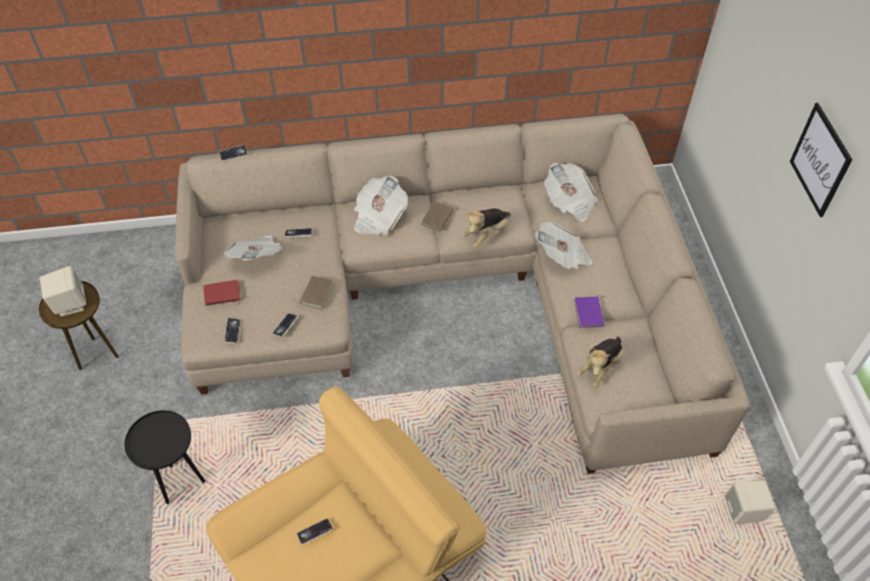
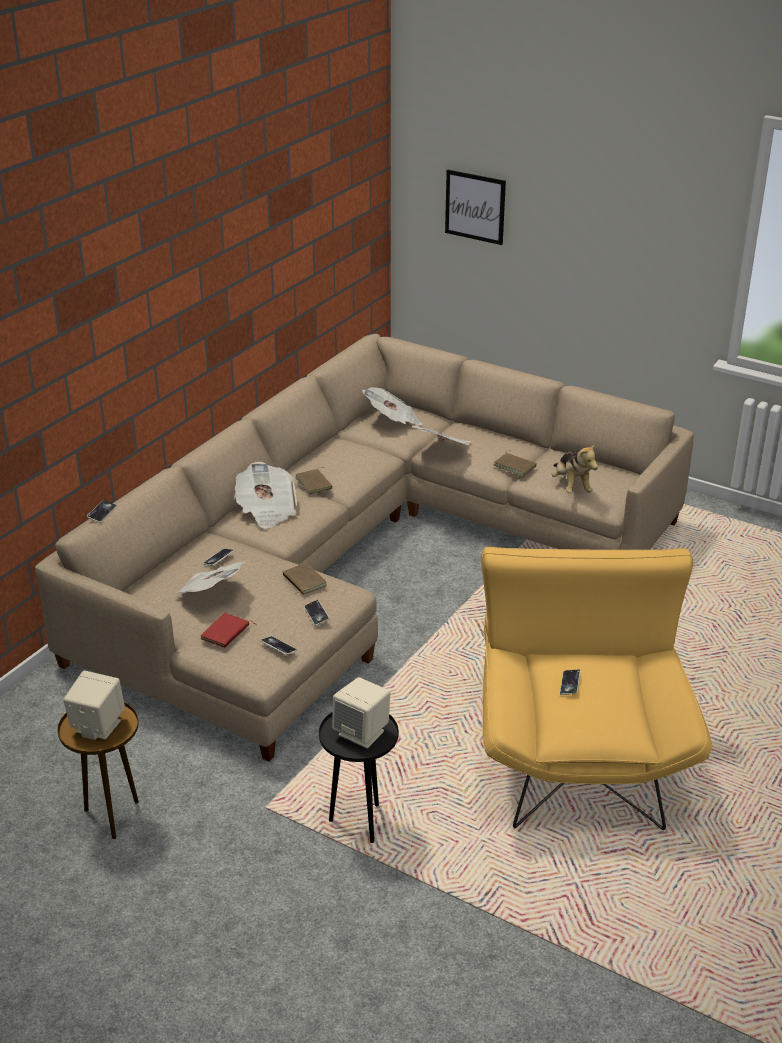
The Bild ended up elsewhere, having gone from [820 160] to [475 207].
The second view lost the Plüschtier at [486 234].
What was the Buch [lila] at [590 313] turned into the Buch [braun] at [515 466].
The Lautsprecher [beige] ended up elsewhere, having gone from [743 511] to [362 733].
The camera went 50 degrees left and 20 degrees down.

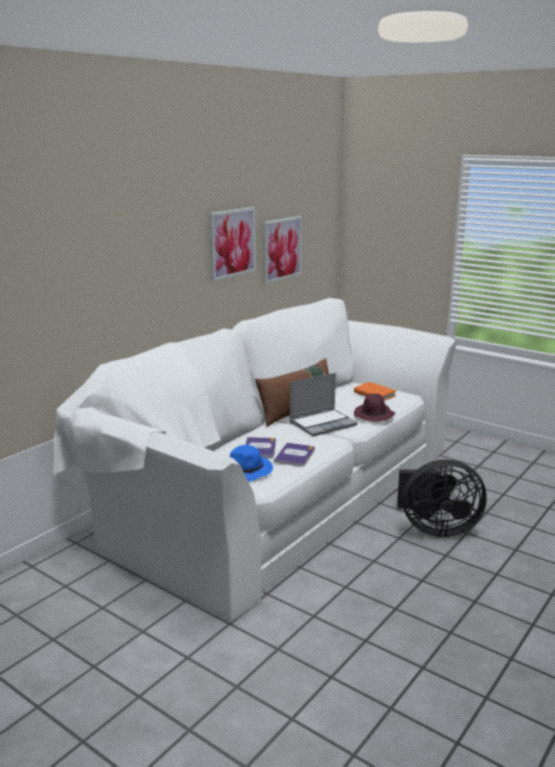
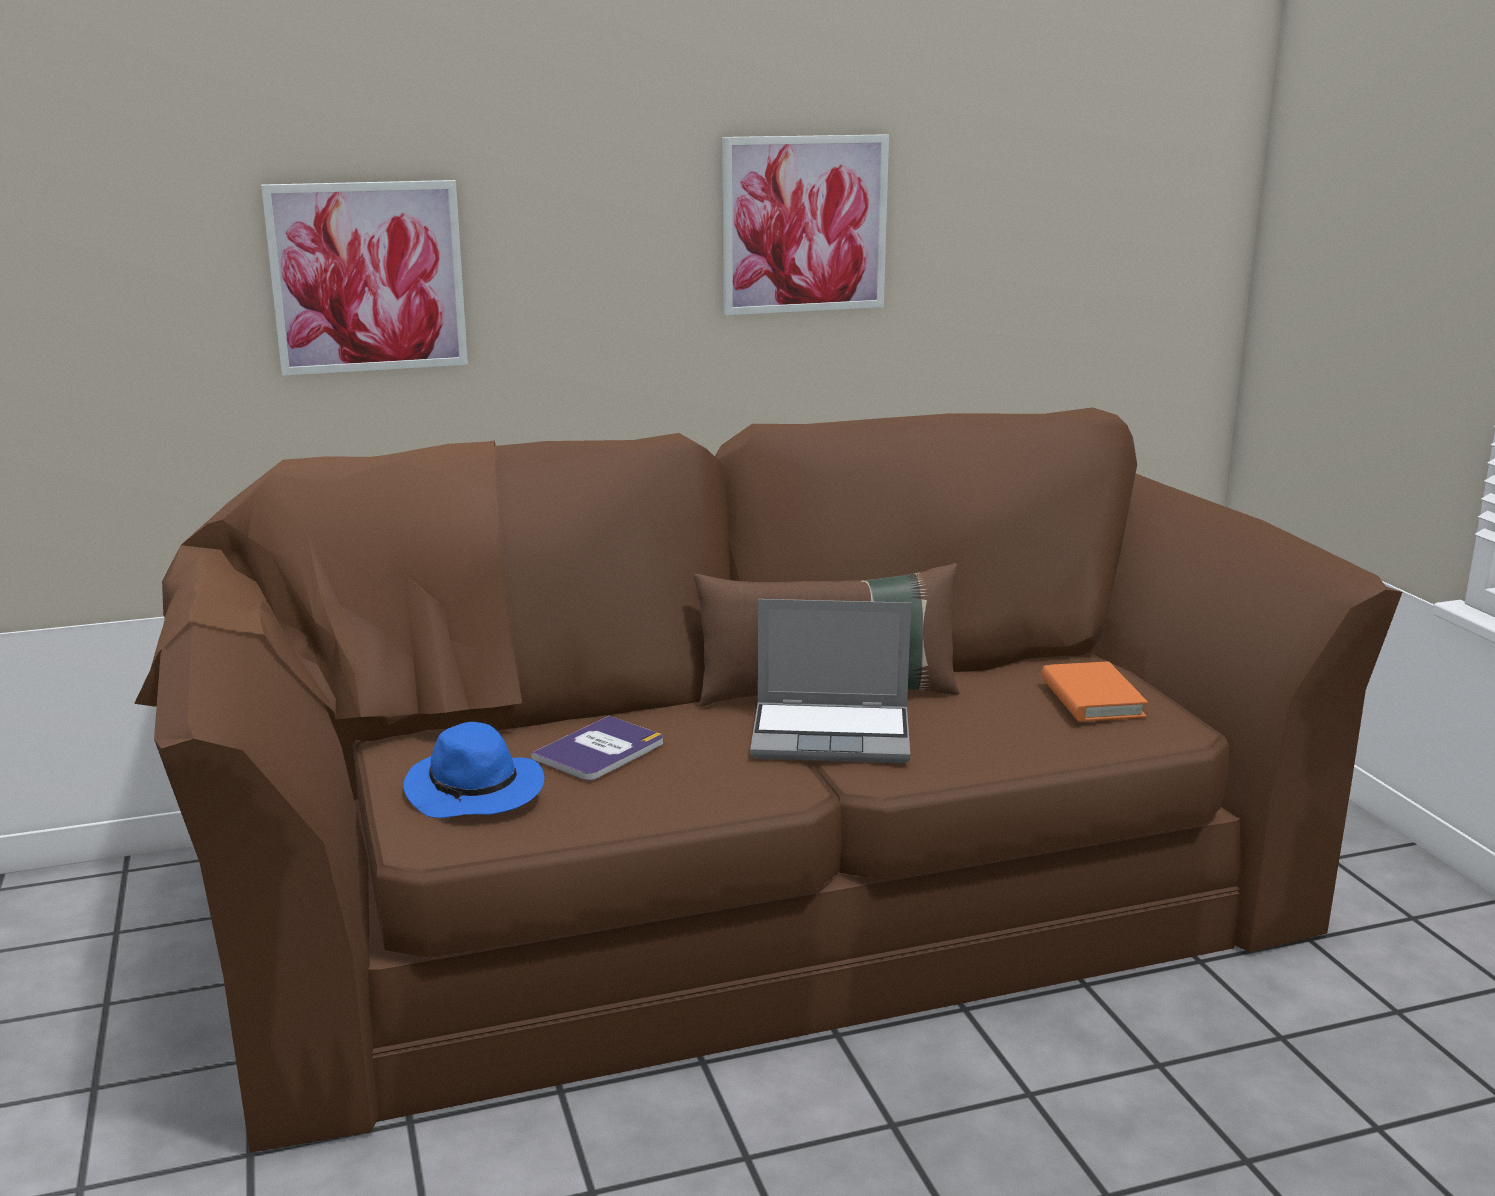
The Bild ended up elsewhere, having gone from [282 249] to [367 277].
What was the Sofa [weiß] at [280 493] turned into the Sofa [braun] at [754 894].
The second view lost the Hut [lila] at [374 415].
The second view lost the Buch at [295 455].
The second view lost the Ventilator [schwarz] at [435 528].
The camera went 35 degrees right and 0 degrees up.

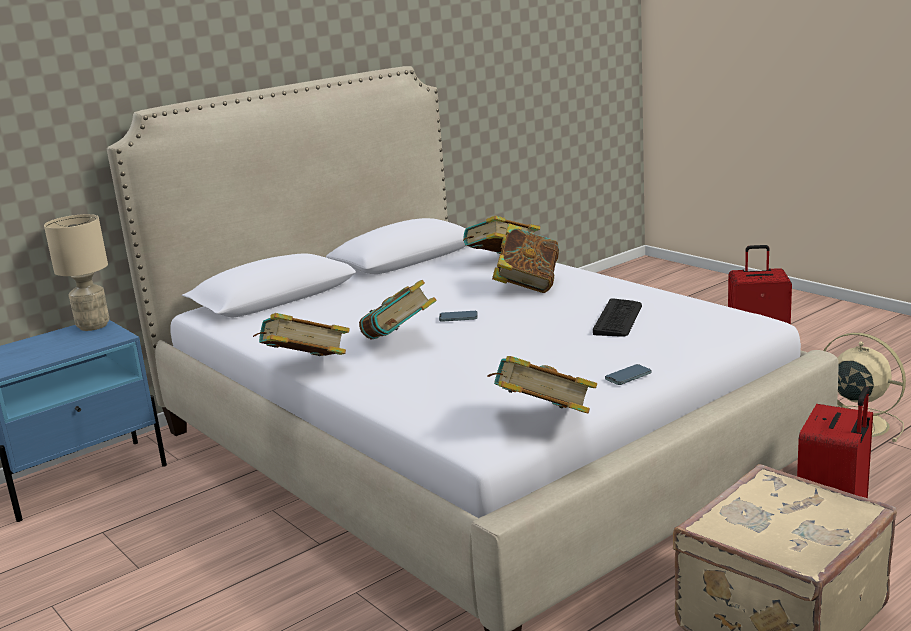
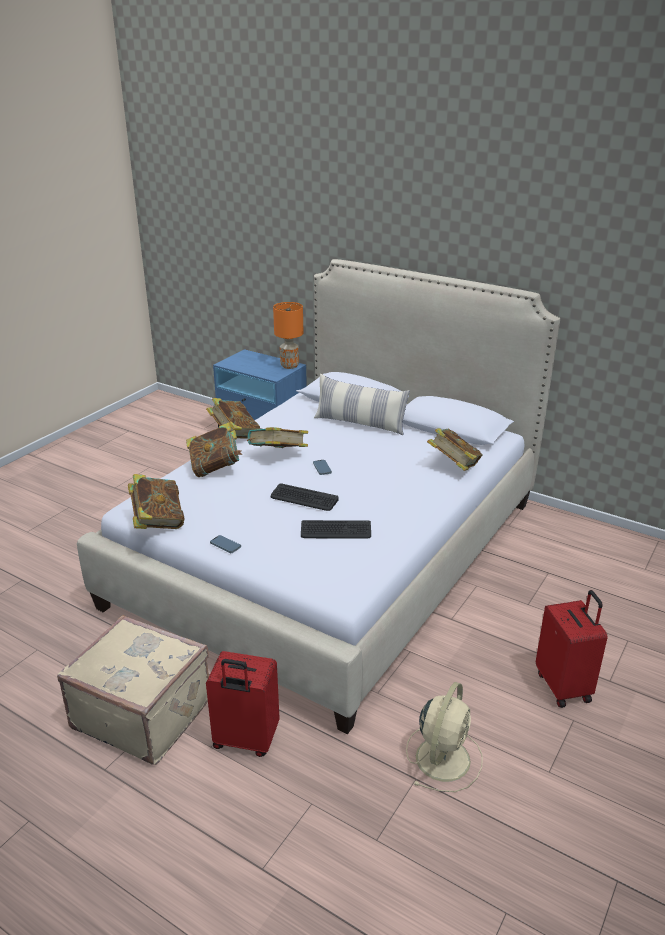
What was the Tischlampe [beige] at [93 326] turned into the Tischlampe [orange] at [289 366].
The Buch ended up elsewhere, having gone from [527 286] to [215 468].
The second view gained the Kissen at [360 424].
The second view gained the Tastatur at [304 498].
The camera went 70 degrees right and 10 degrees up.

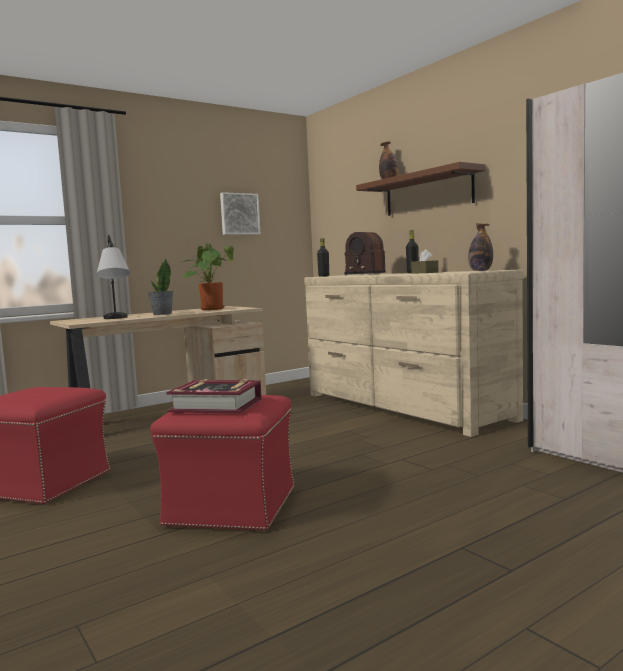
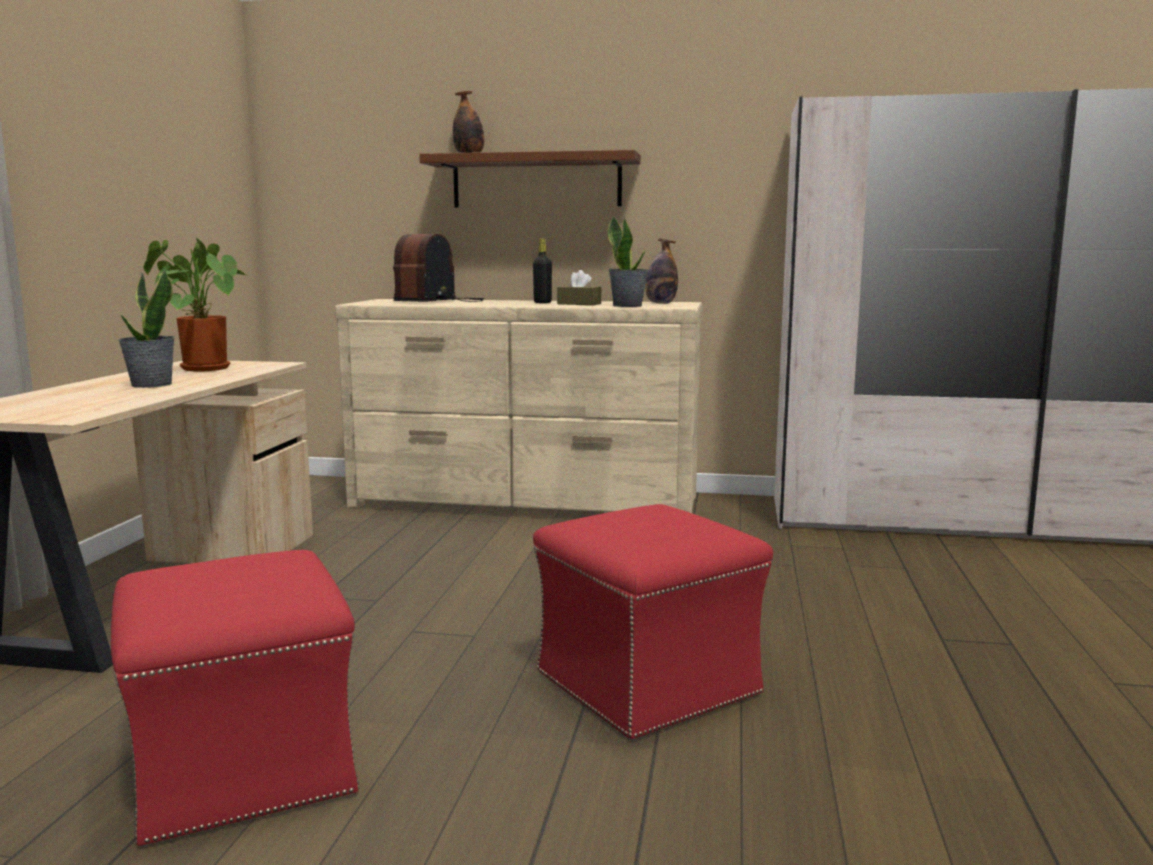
The second view lost the Bild at [239 214].
The Radio at [365 274] ended up facing another way, 120 degrees clockwise from before.
The second view lost the Tischlampe at [116 319].
The second view lost the Flasche [schwarz] at [324 276].
The second view lost the Buch at [216 405].
The second view gained the Topfpflanze at [628 306].
The camera went 45 degrees left and 5 degrees up.

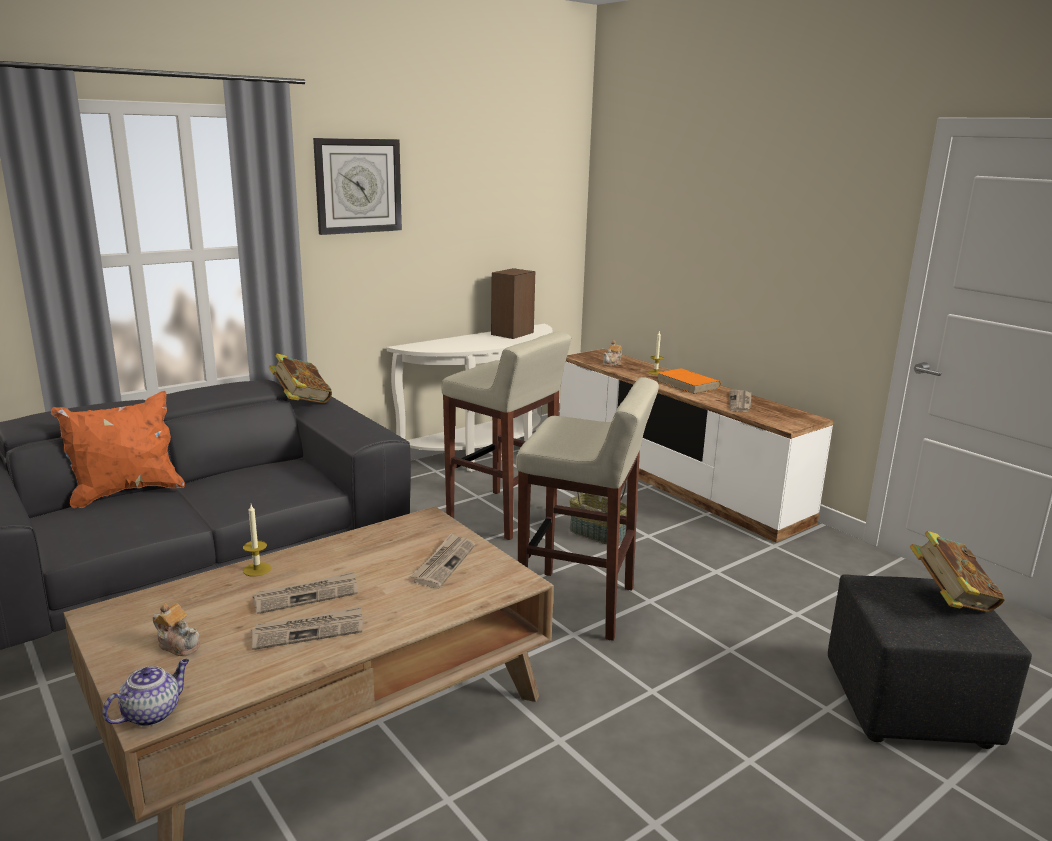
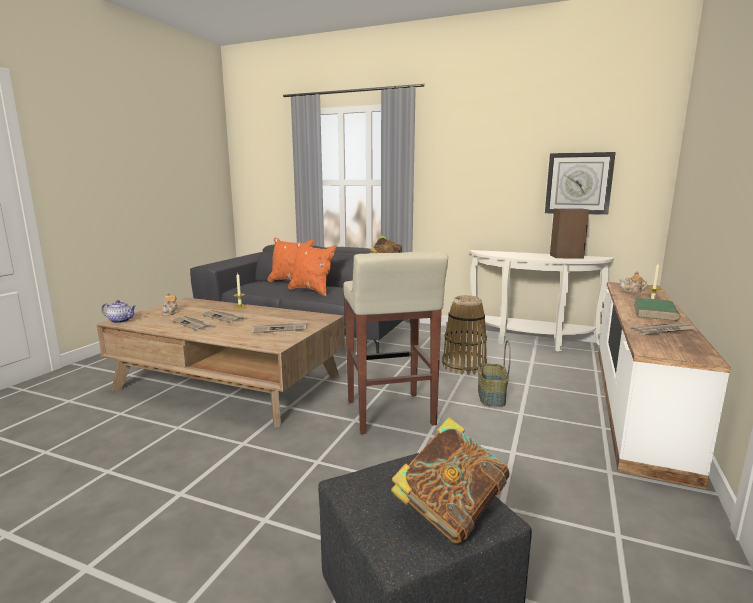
The Wanduhr ended up elsewhere, having gone from [358 186] to [578 183].
Where the Hocker [beige] stood at [503 515], the Korb came to stand at [463 366].
What was the Buch [orange] at [688 384] turned into the Buch [grün] at [655 312].
The second view gained the Kissen [orange] at [312 291].
The camera went 60 degrees right and 5 degrees down.

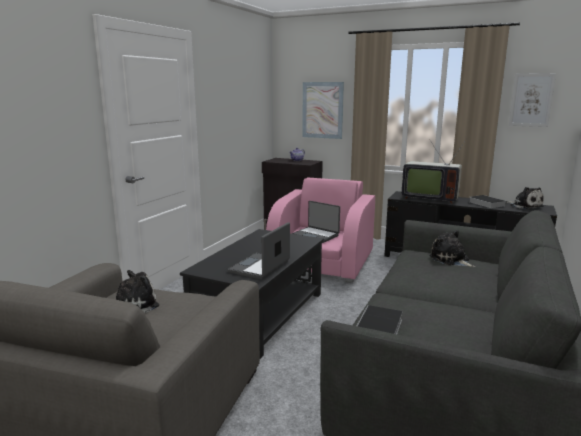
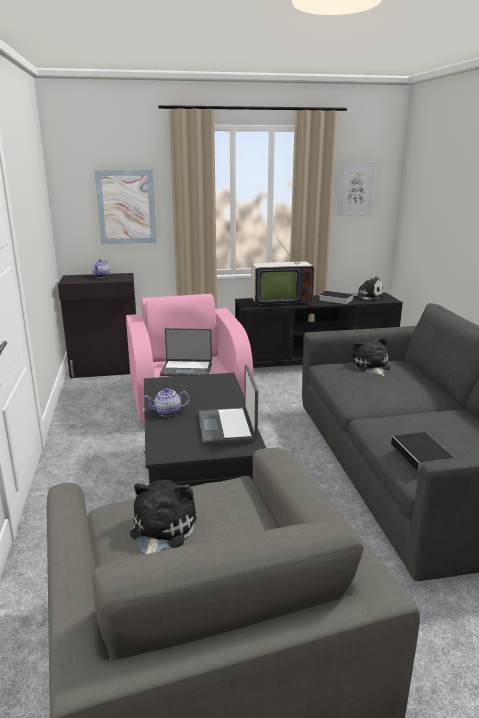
The Plüschtier at [451 260] ended up facing another way, 60 degrees clockwise from before.
The second view gained the Teekanne at [167 413].
The camera went 35 degrees left and 5 degrees up.

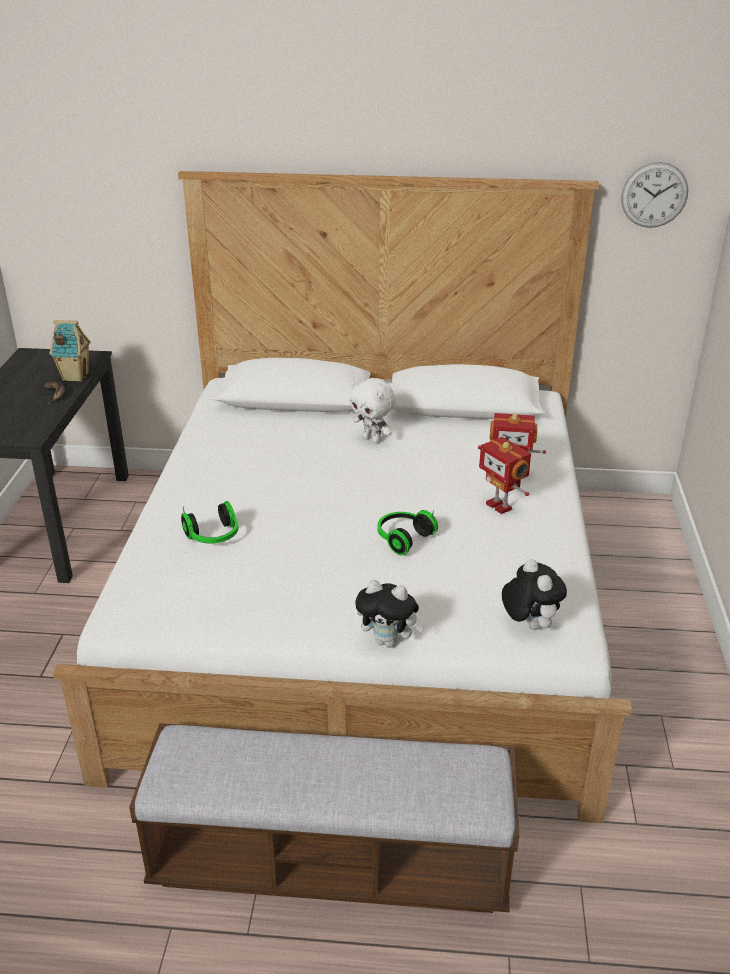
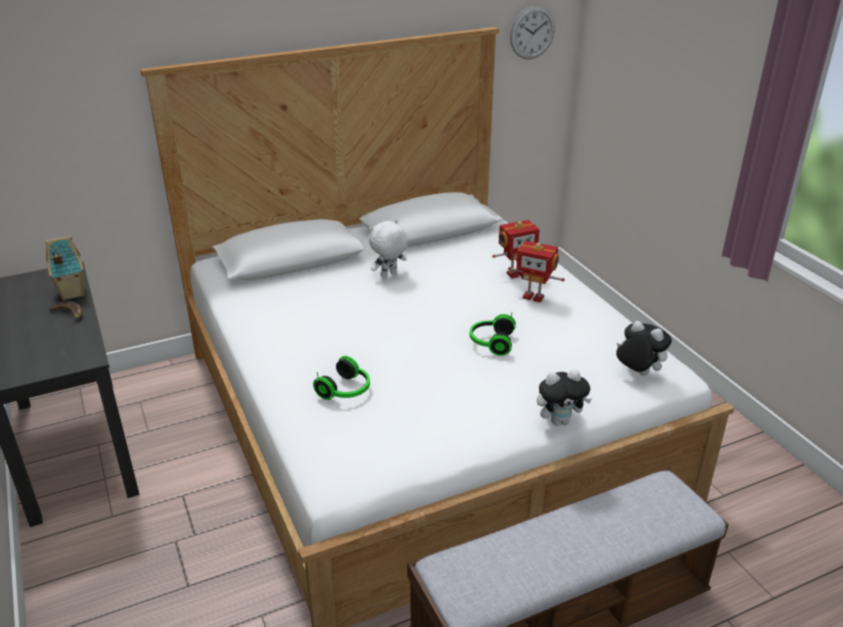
The Plüschtier [weiß] at [372 439] ended up facing another way, 135 degrees clockwise from before.
The camera went 30 degrees left and 0 degrees up.

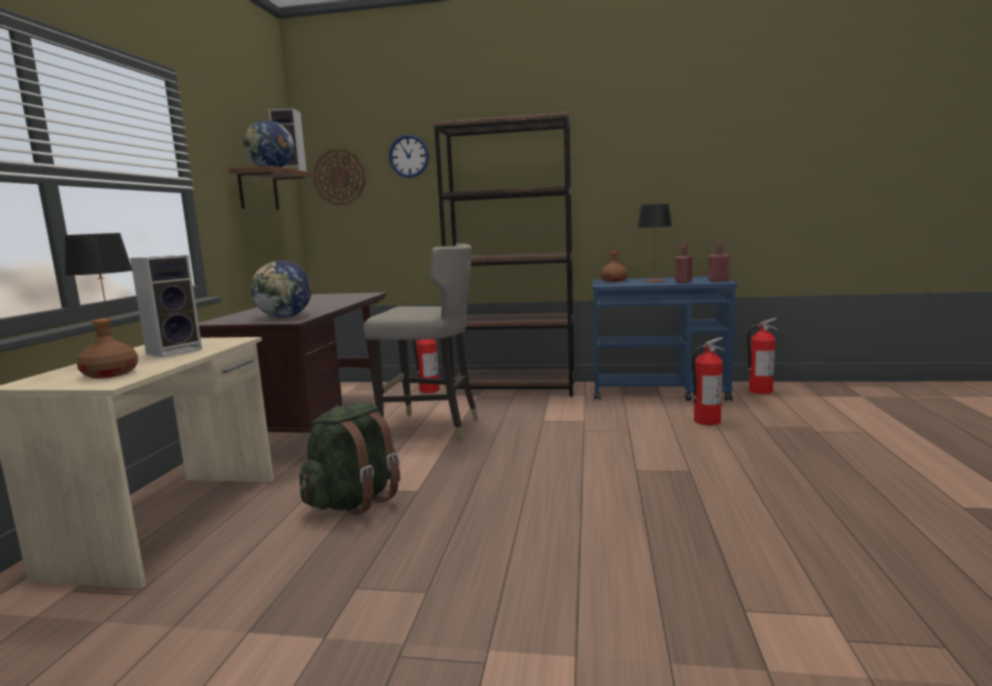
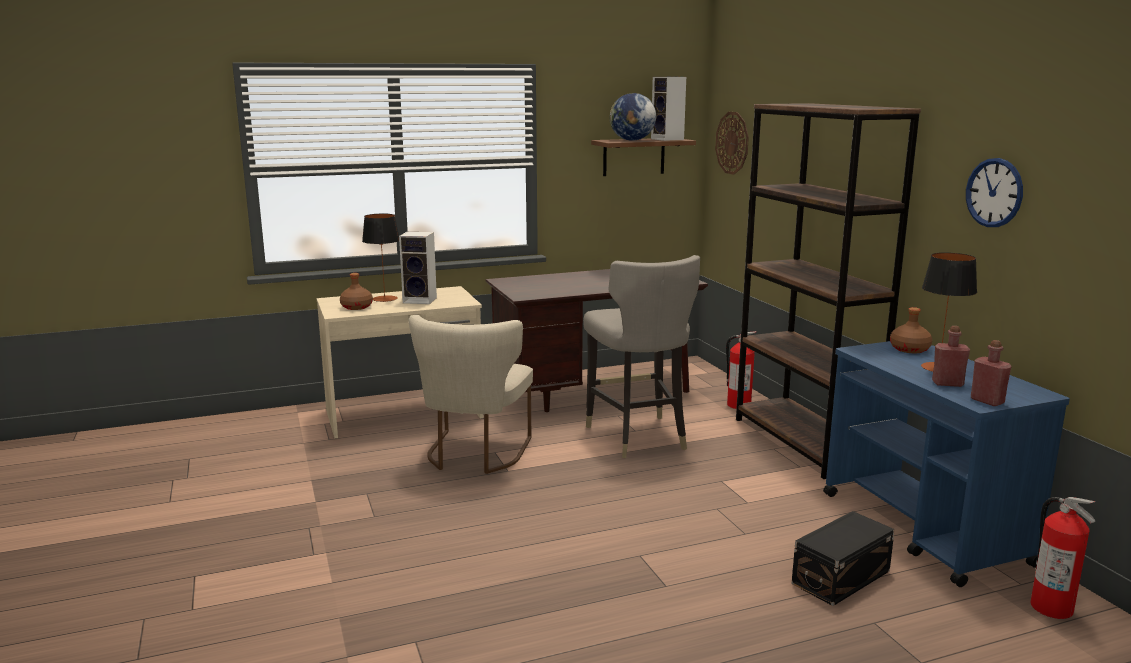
The Wanduhr ended up elsewhere, having gone from [409 156] to [994 193].
The second view lost the Globus at [285 317].
Where the Feuerlöscher stood at [706 421], the Aufbewahrungsbox [schwarz] came to stand at [843 577].
Where the Rucksack [grün] stood at [355 501], the Stuhl [beige] came to stand at [474 454].
The camera went 60 degrees right and 5 degrees up.

